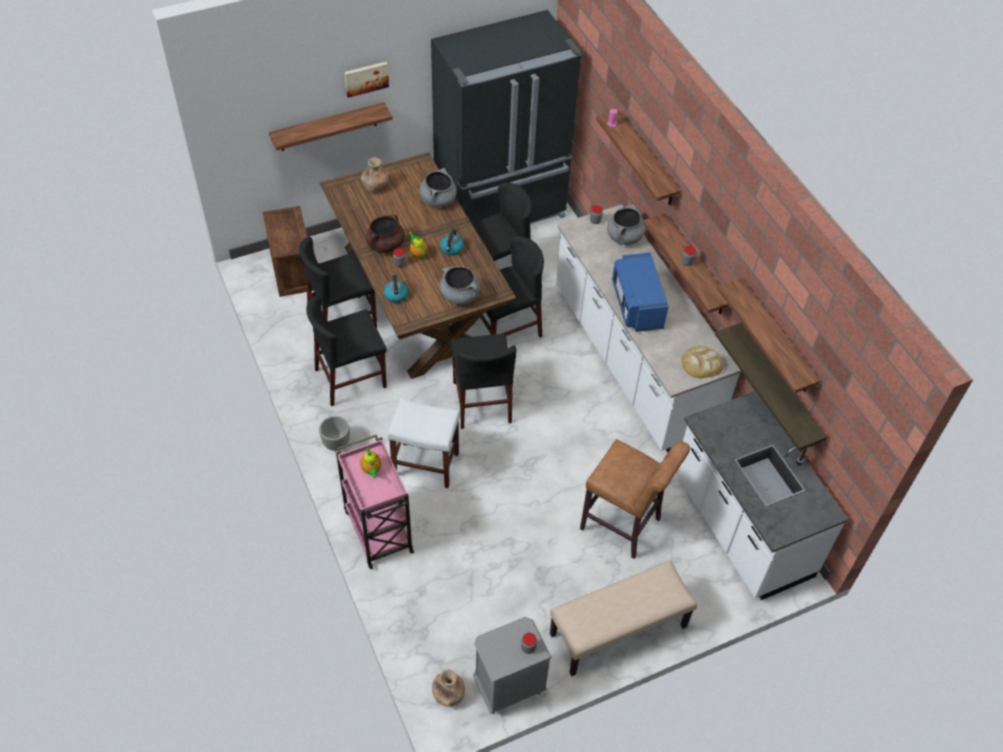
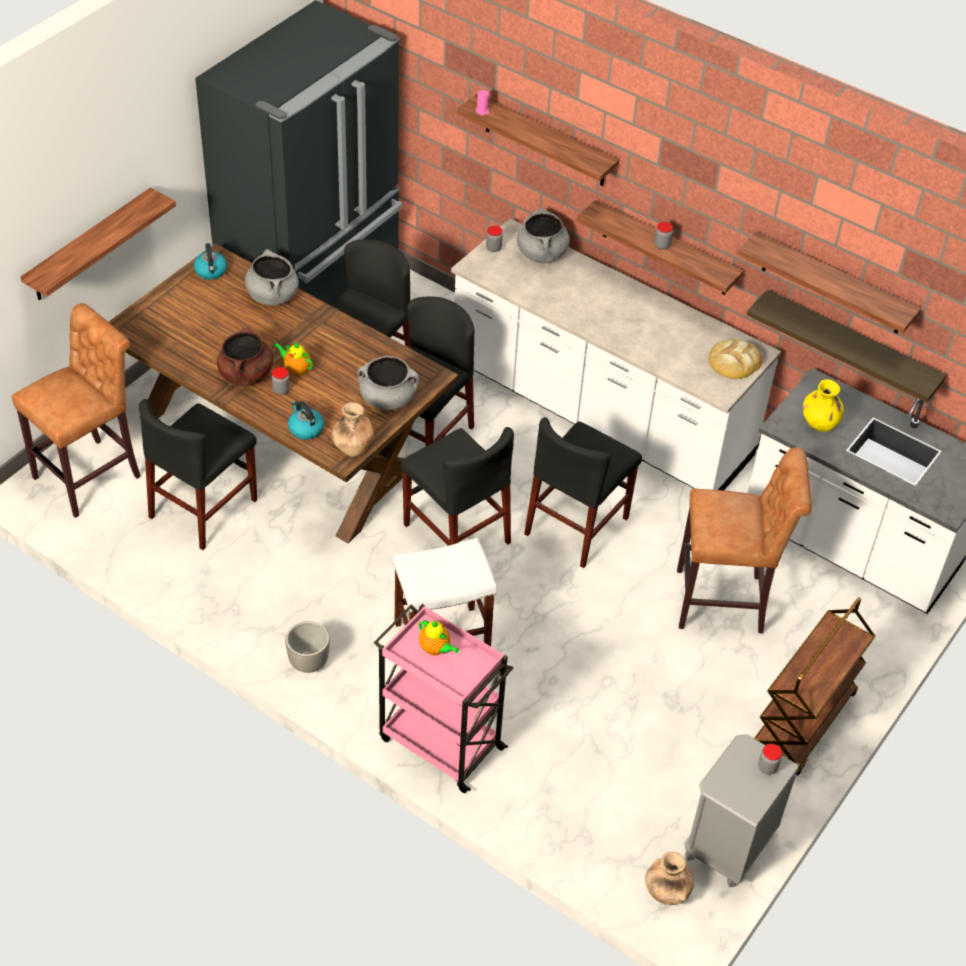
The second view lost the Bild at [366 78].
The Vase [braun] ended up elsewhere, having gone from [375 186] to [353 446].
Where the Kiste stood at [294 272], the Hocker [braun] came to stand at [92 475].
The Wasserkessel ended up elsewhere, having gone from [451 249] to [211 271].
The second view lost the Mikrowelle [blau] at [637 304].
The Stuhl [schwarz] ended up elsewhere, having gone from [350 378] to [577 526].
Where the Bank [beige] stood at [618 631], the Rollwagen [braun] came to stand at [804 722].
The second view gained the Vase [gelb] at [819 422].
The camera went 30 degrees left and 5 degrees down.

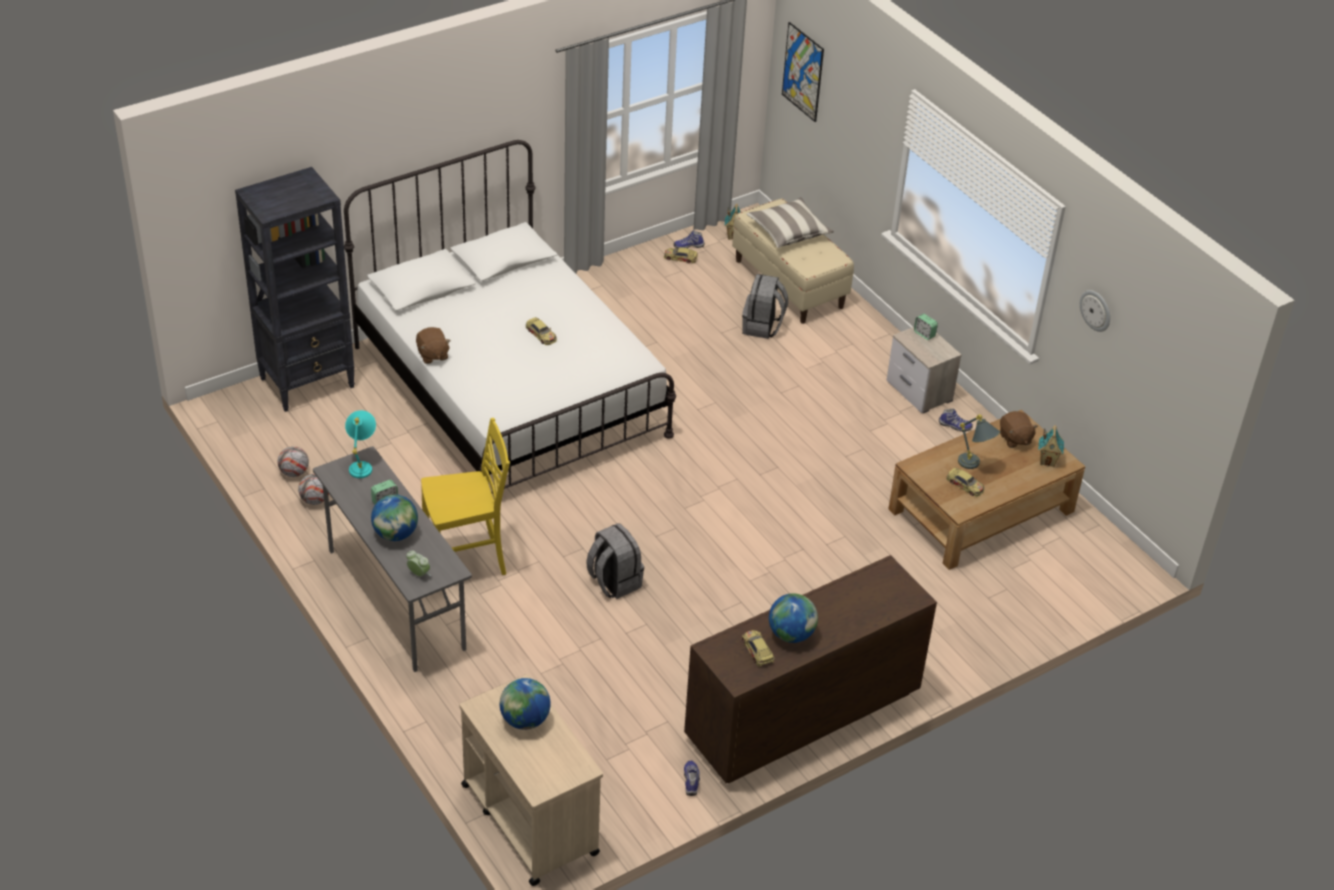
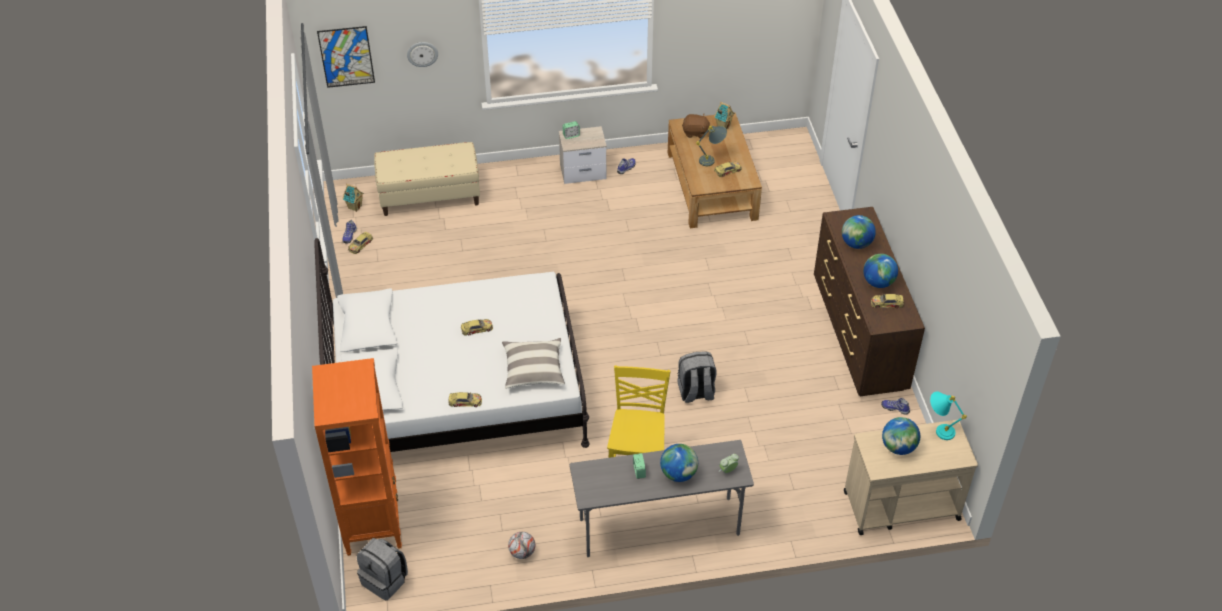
What was the Bücherregal [schwarz] at [308 382] turned into the Bücherregal [orange] at [372 522].
The Kissen ended up elsewhere, having gone from [788 232] to [533 370].
The Rucksack [grau] ended up elsewhere, having gone from [762 326] to [385 580].
The Wanduhr ended up elsewhere, having gone from [1096 310] to [422 53].
Where the Plüschtier [braun] stood at [432 355], the Spielzeugauto came to stand at [465 401].
The Tischlampe [türkis] ended up elsewhere, having gone from [362 464] to [938 429].
The second view lost the Fußball at [294 473].
The second view gained the Globus at [856 244].
The camera went 65 degrees left and 5 degrees up.

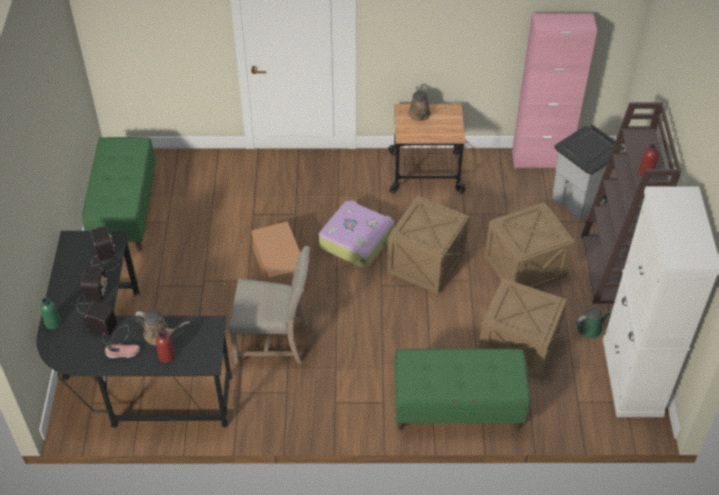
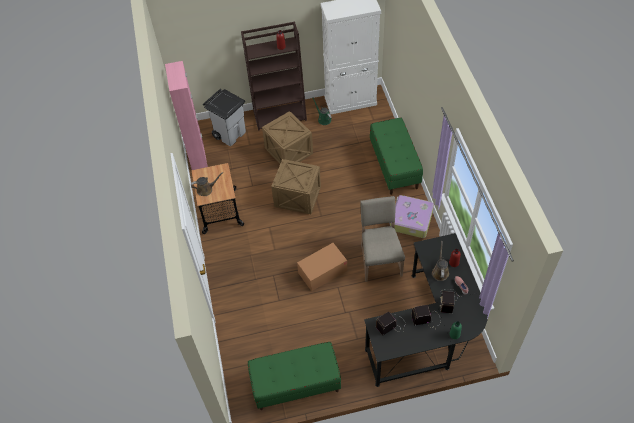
The Koffer ended up elsewhere, having gone from [356 240] to [410 220].
The second view lost the Kiste at [519 347].
The camera went 100 degrees left and 5 degrees up.

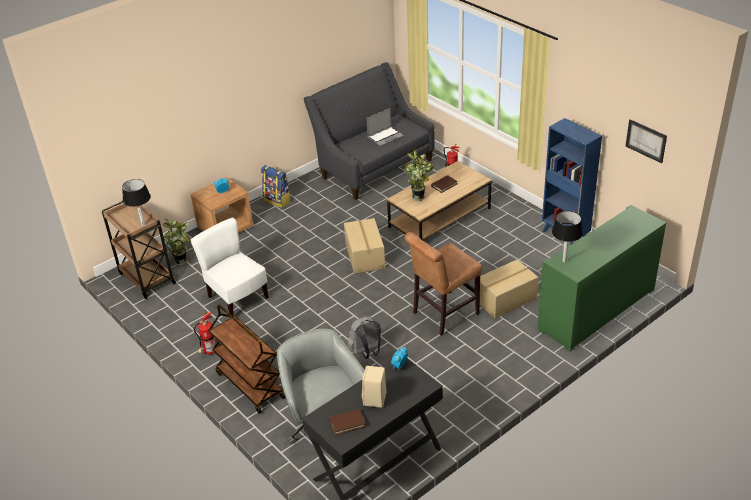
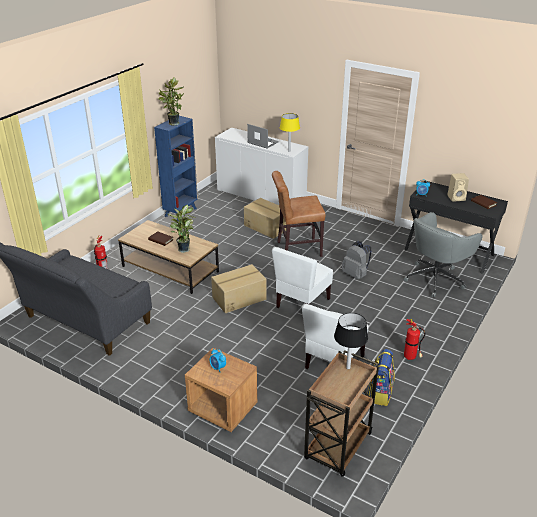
The Laptop ended up elsewhere, having gone from [385 137] to [262 143].
The second view lost the Bild at [646 140].
The Rucksack ended up elsewhere, having gone from [278 200] to [380 393].
What was the Schrank [grün] at [596 309] turned into the Schrank [weiß] at [261 196].
What was the Tischlampe [schwarz] at [564 261] turned into the Tischlampe [gelb] at [289 151].
The Topfpflanze ended up elsewhere, having gone from [182 261] to [173 123].
The Stuhl [braun] at [442 315] ended up facing another way, 135 degrees clockwise from before.
The second view lost the Rollwagen [braun] at [249 385].
The second view gained the Stuhl [weiß] at [302 303].
The camera went 110 degrees left and 5 degrees down.

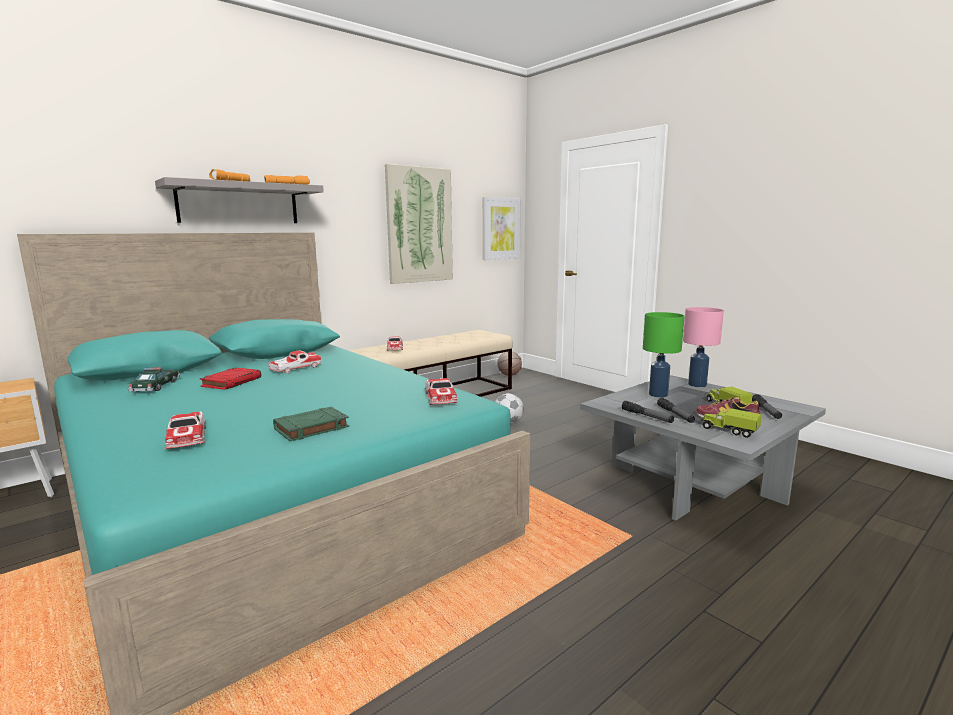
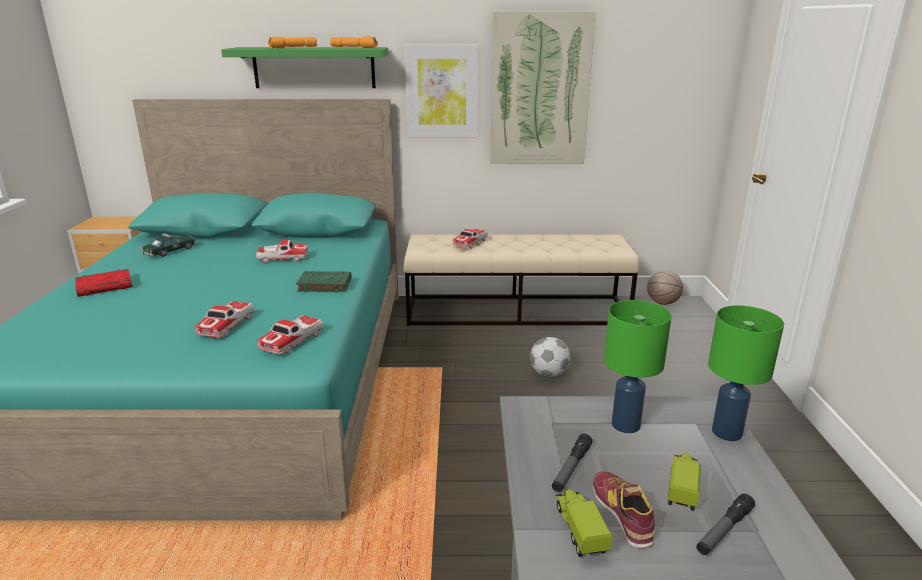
What was the Wandregal [grau] at [239 204] turned into the Wandregal [grün] at [314 67].
The Bild ended up elsewhere, having gone from [501 228] to [442 91].
What was the Tischlampe [rosa] at [697 385] turned into the Tischlampe [grün] at [726 433].
The Buch [rot] ended up elsewhere, having gone from [232 382] to [105 286].
The second view lost the Taschenlampe at [647 416].
The Buch [grün] ended up elsewhere, having gone from [311 428] to [324 285].
The Spielzeugauto ended up elsewhere, having gone from [187 438] to [226 325].
The camera went 40 degrees right and 10 degrees up.

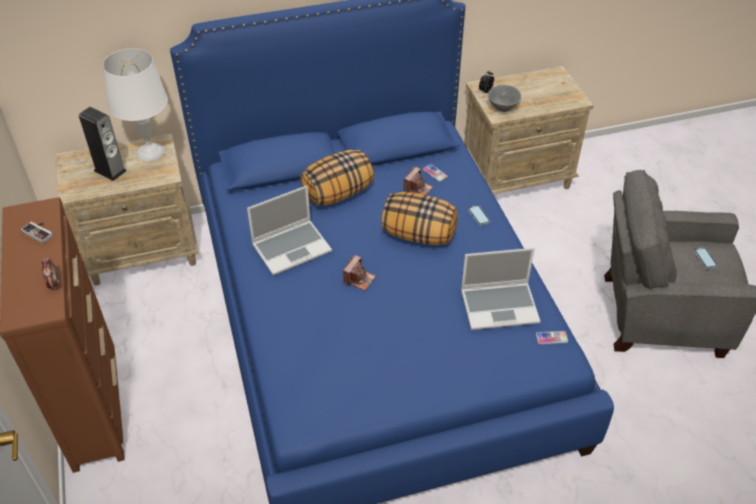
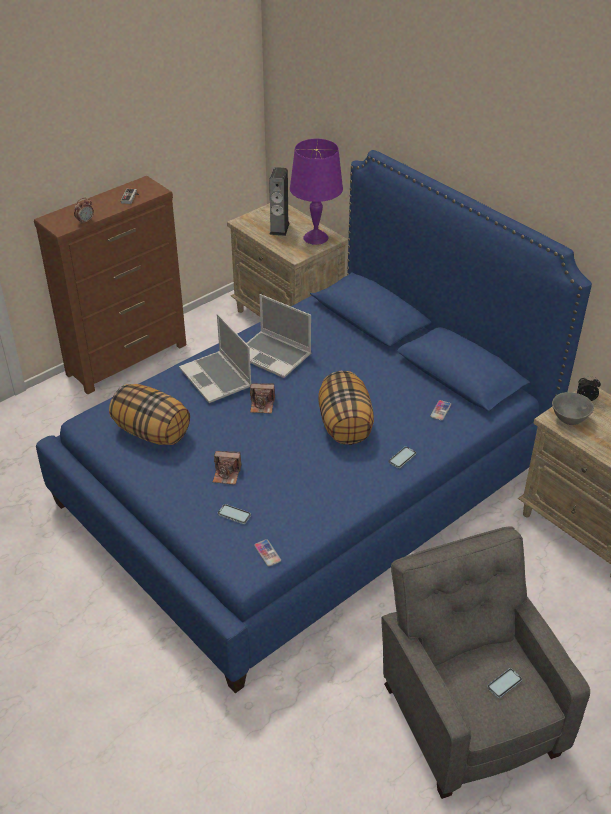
What was the Tischlampe [weiß] at [150 151] turned into the Tischlampe [lila] at [316 237].
The Kissen ended up elsewhere, having gone from [338 193] to [152 432].
The Kamera ended up elsewhere, having gone from [417 189] to [227 474].
The Laptop ended up elsewhere, having gone from [500 306] to [217 378].
The second view gained the Handy at [234 515].
The camera went 65 degrees right and 5 degrees down.

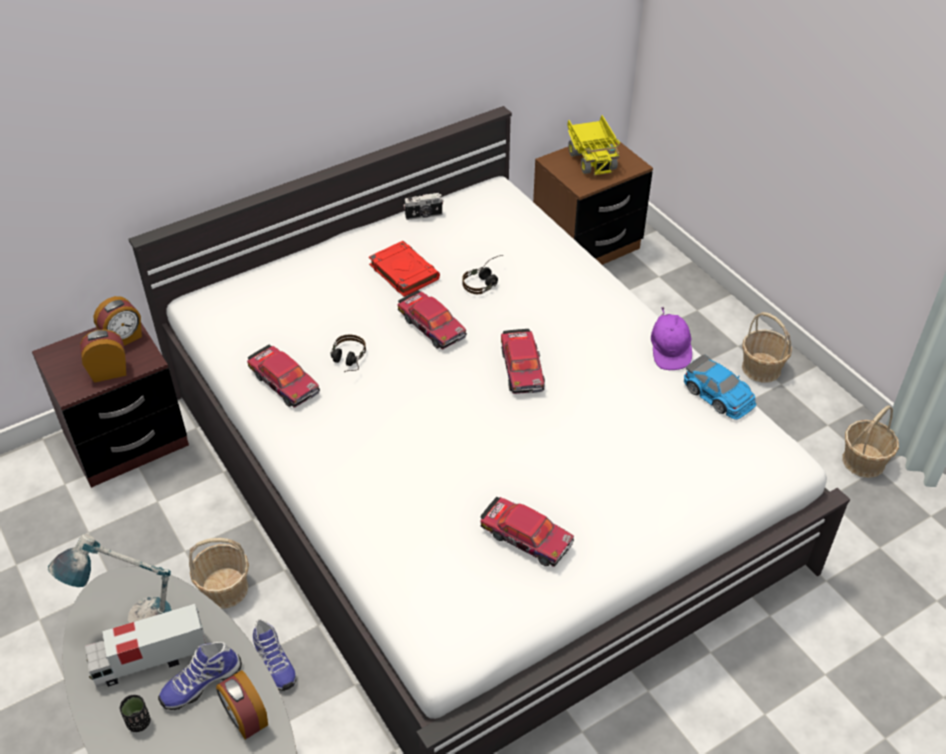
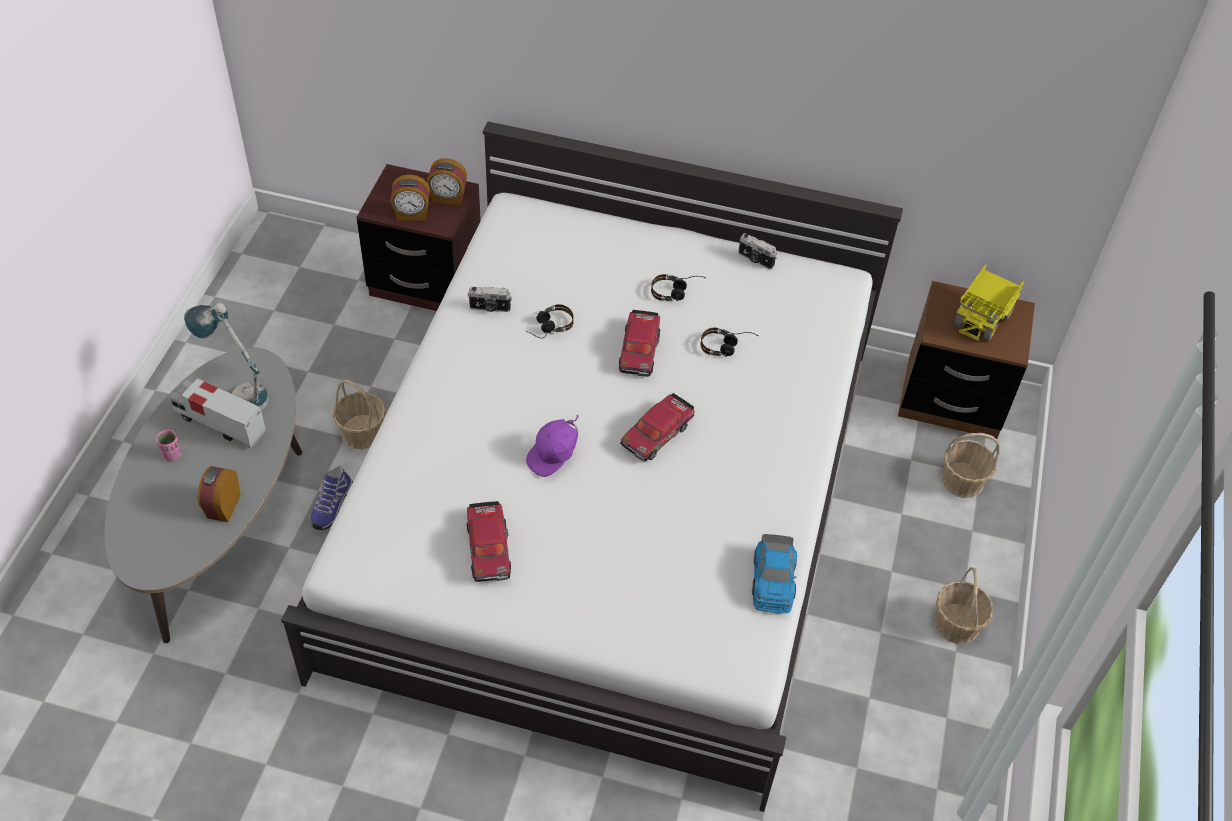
Where the Buch [rot] stood at [403 272], the Kopfhörer came to stand at [677 292].
The Kappe [lila] ended up elsewhere, having gone from [670 351] to [554 456].
The Wecker at [109 371] ended up facing another way, 150 degrees clockwise from before.
Where the Spielzeugauto stood at [284 382], the Kamera came to stand at [490 308].
The Korb ended up elsewhere, having gone from [864 461] to [963 481].
The second view lost the Schuh at [200 682].
What was the Tasse [schwarz] at [139 722] turned into the Tasse [rosa] at [172 454].
The camera went 45 degrees right and 5 degrees up.

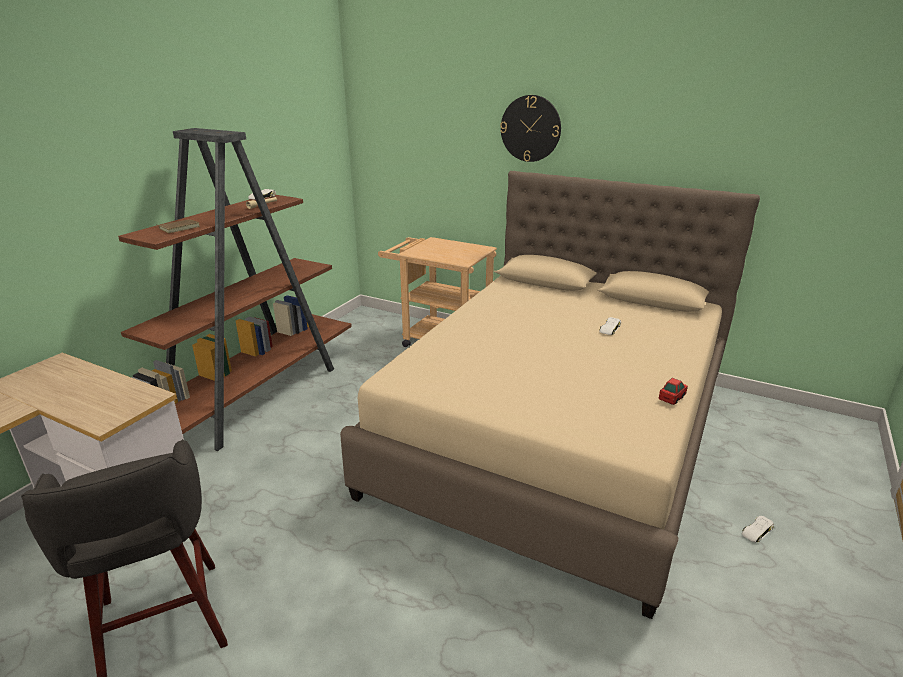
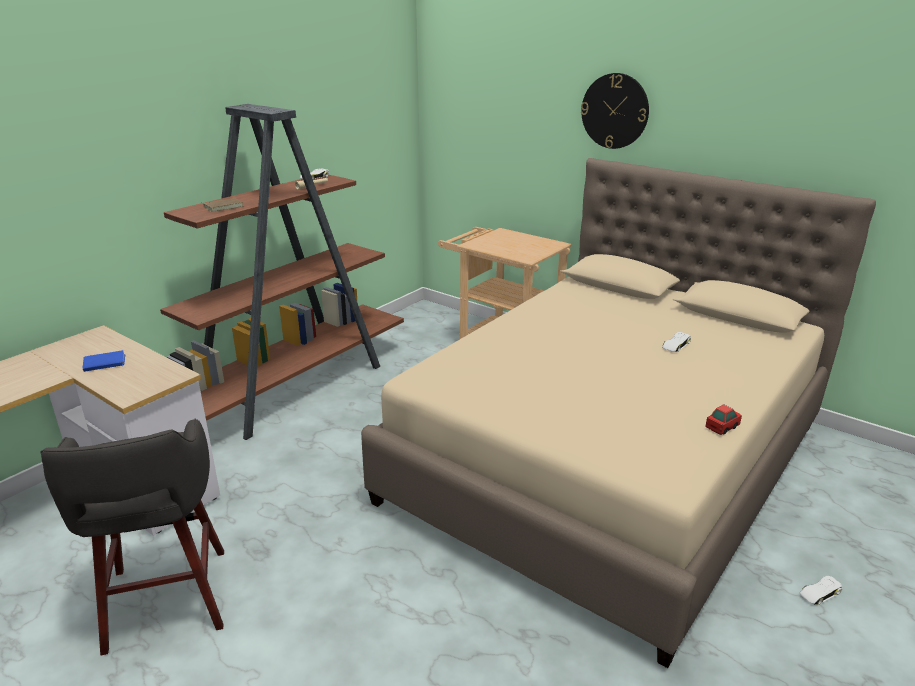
The second view gained the Buch [blau] at [104 364].
The camera went 10 degrees right and 0 degrees up.

